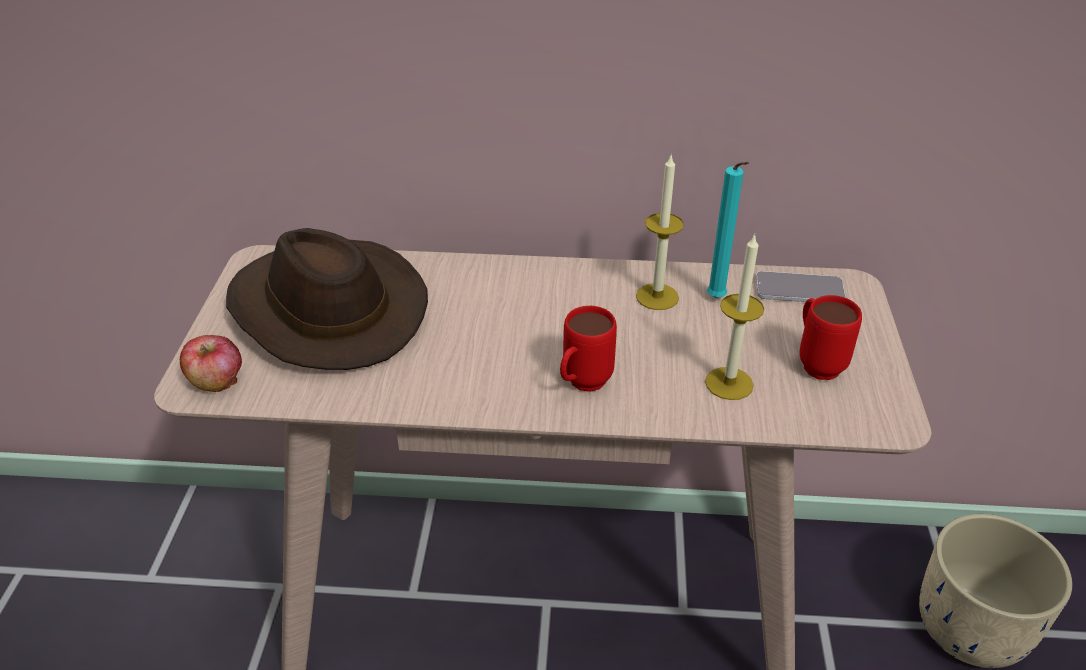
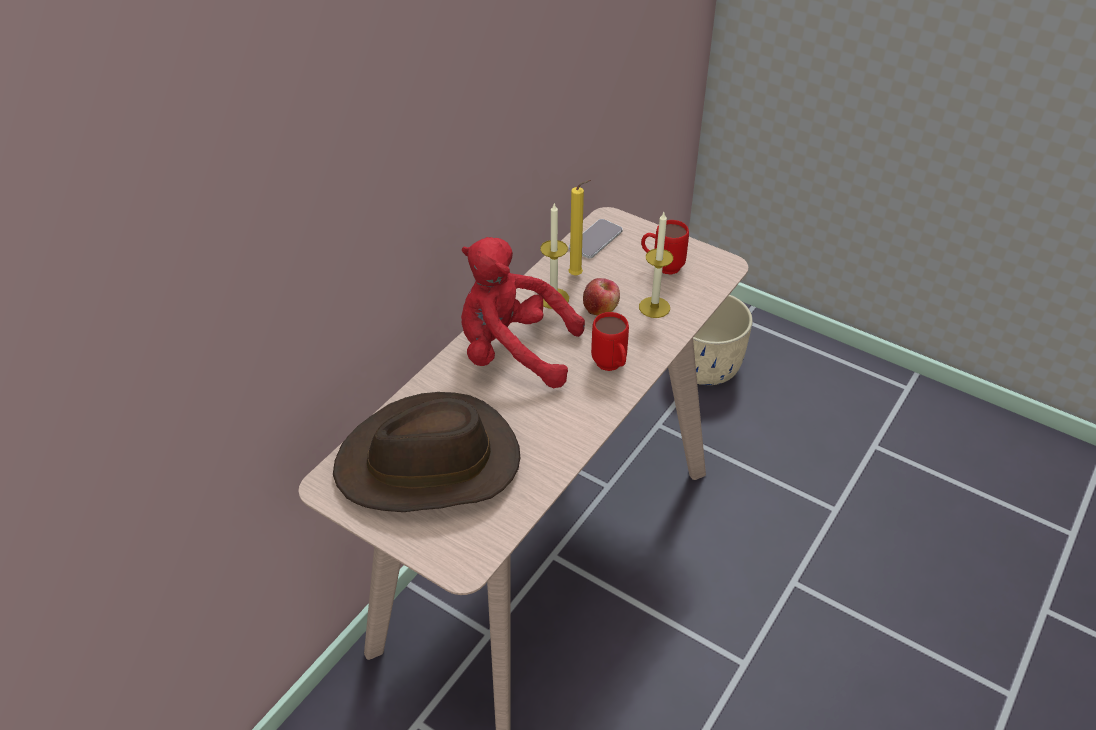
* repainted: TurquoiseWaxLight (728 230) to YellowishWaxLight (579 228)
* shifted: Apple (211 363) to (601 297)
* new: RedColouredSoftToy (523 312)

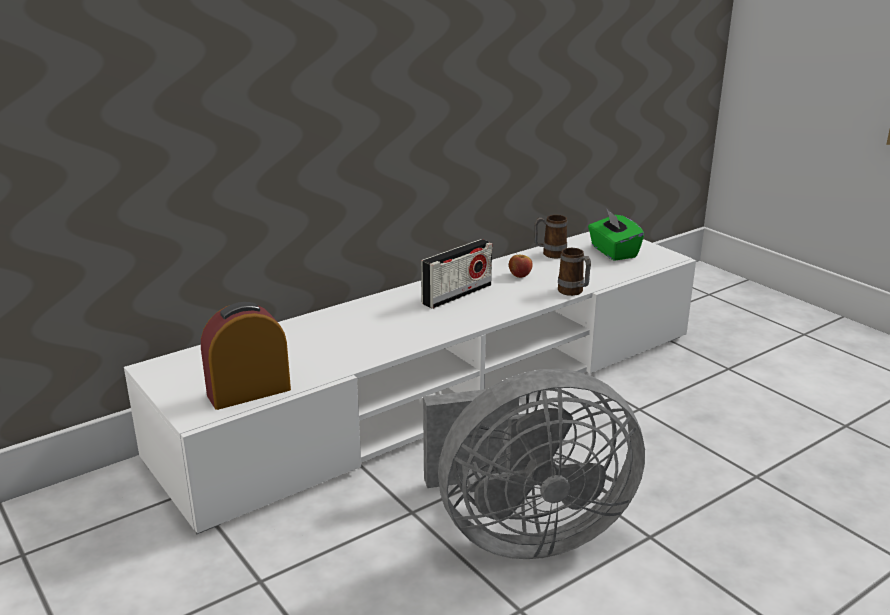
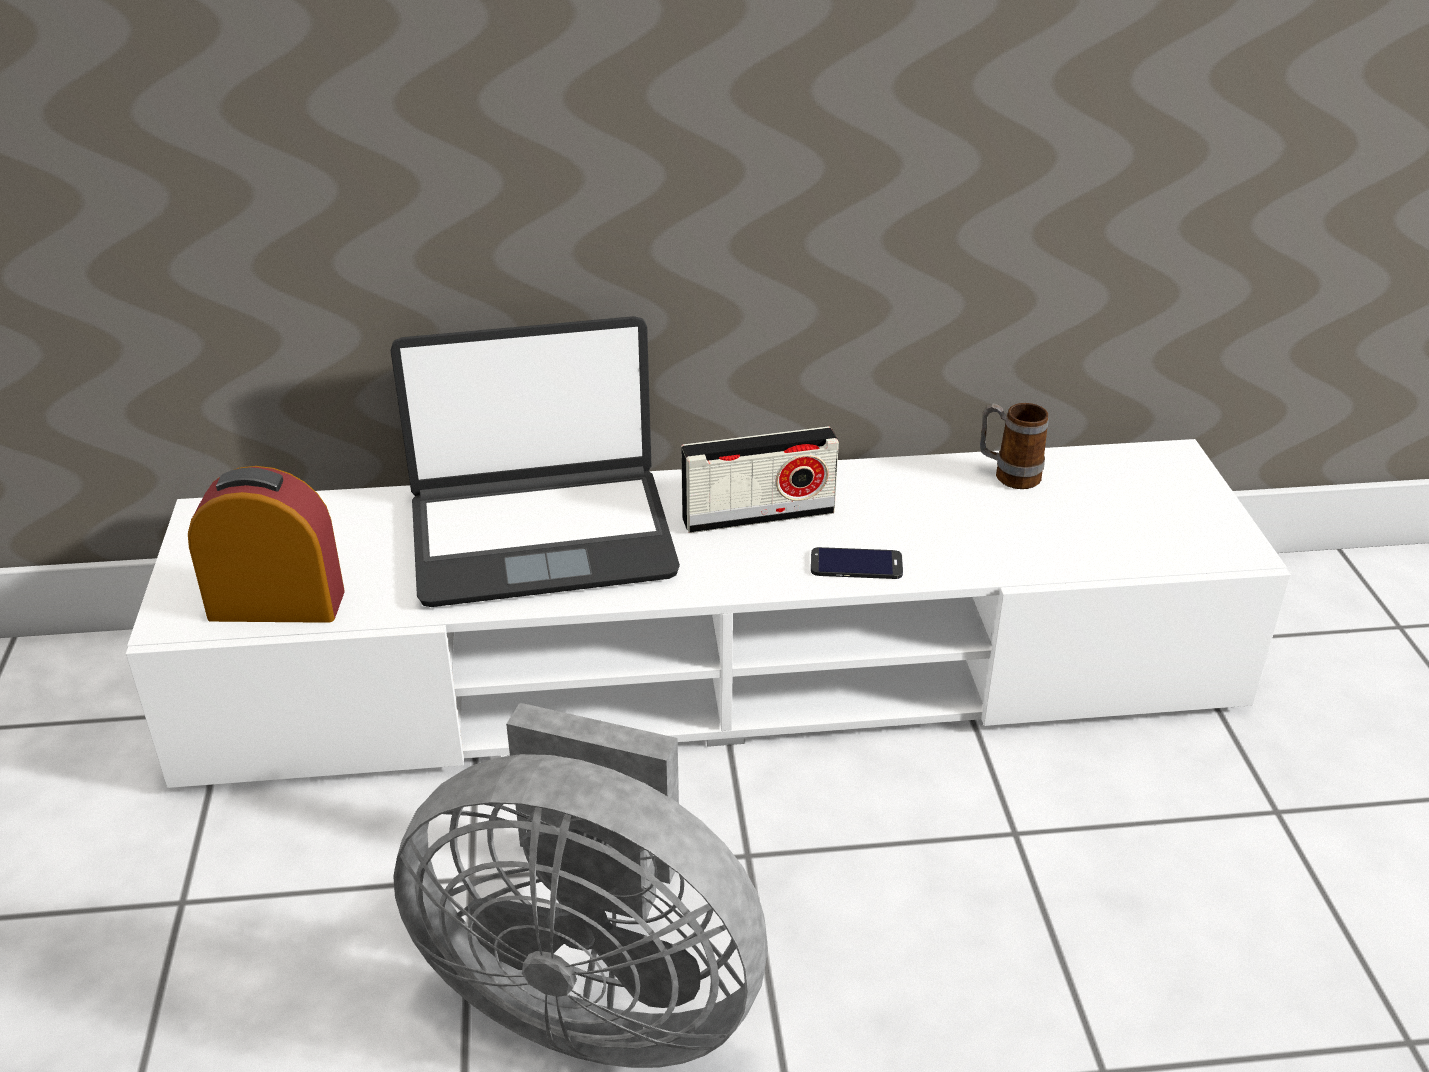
* gone: GreenColouredTissueHolder (616 235)
* gone: Mug (574 272)
* gone: Apple (521 266)
* new: PortableComputer (535 461)
* new: Phone (857 563)

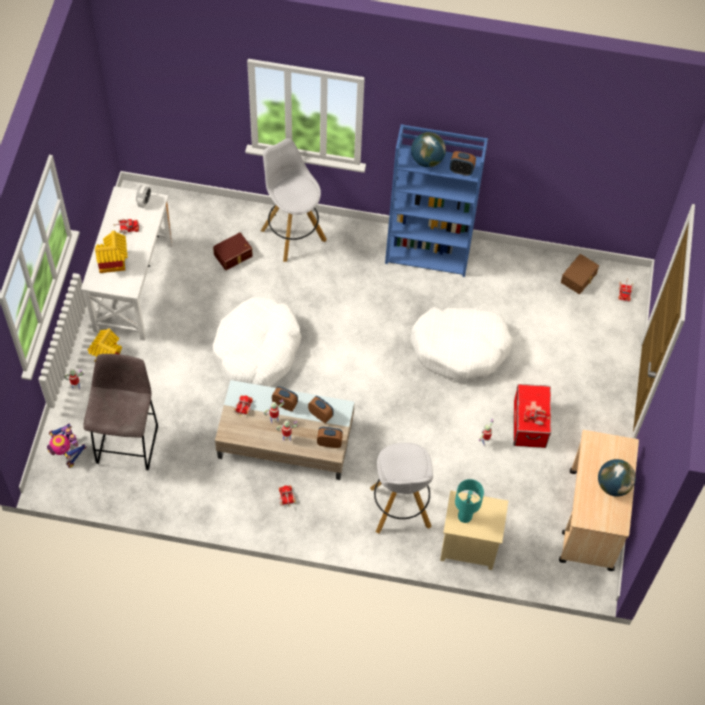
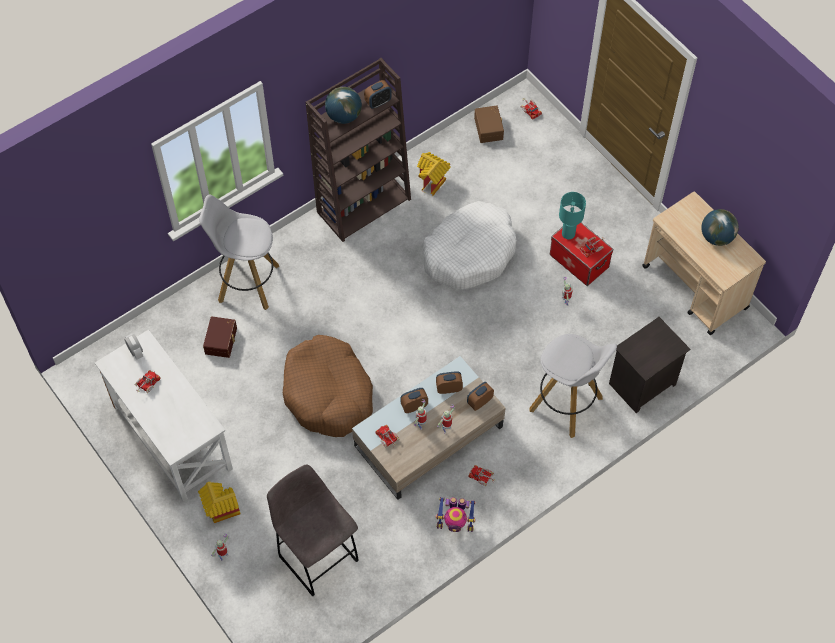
* repainted: BlueShelvingUnit (436 200) to BrownShelvingUnit (358 150)
* shifted: MiniatureHouse (111 252) to (434 174)
* repainted: WhitishDogBed (257 342) to BrownDogBed (328 386)
* shifted: ModelRobot (67 446) to (456 514)
* shifted: TurquoiseTabletopLamp (469 501) to (572 215)
* repainted: BeigeNightTable (474 530) to BlackishNightTable (649 365)

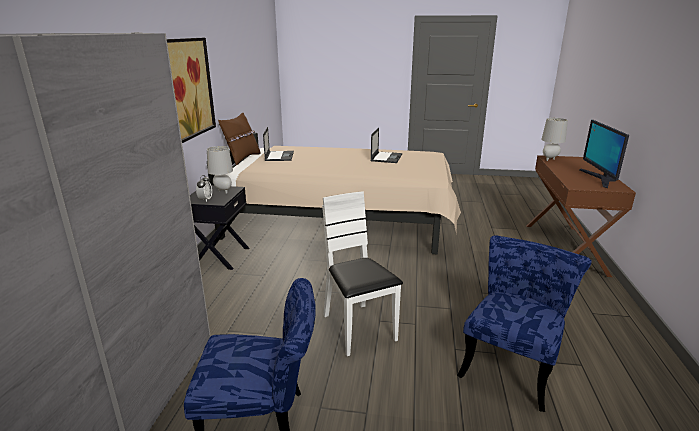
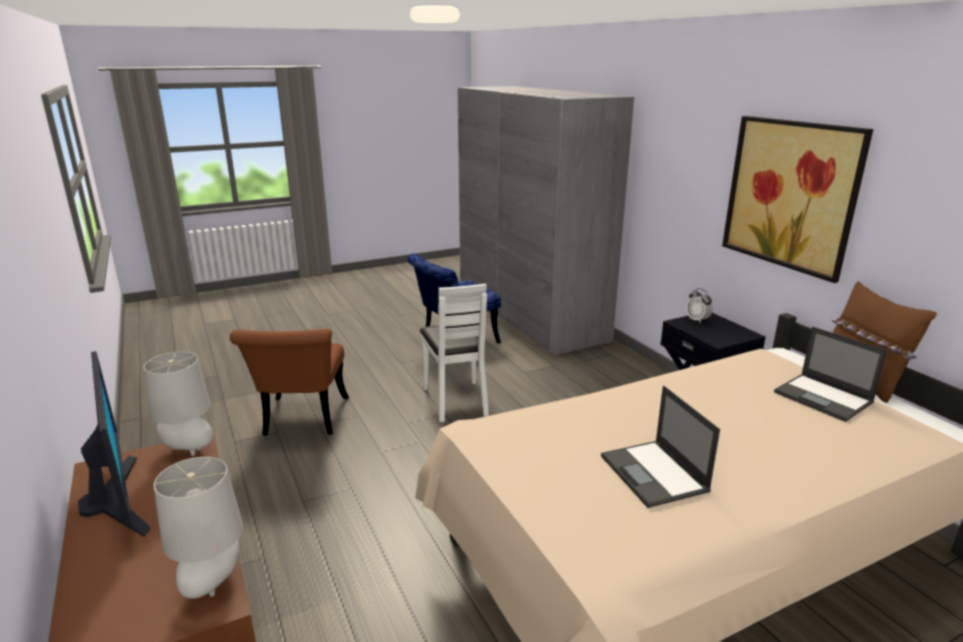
* shifted: GrayTabletopLamp (220 170) to (178 404)
* rotated: WhitishUprightChair (362 273) = (454 353) 45 degrees clockwise
* repainted: BlueUprightChair (524 323) to BrownUprightChair (289 382)

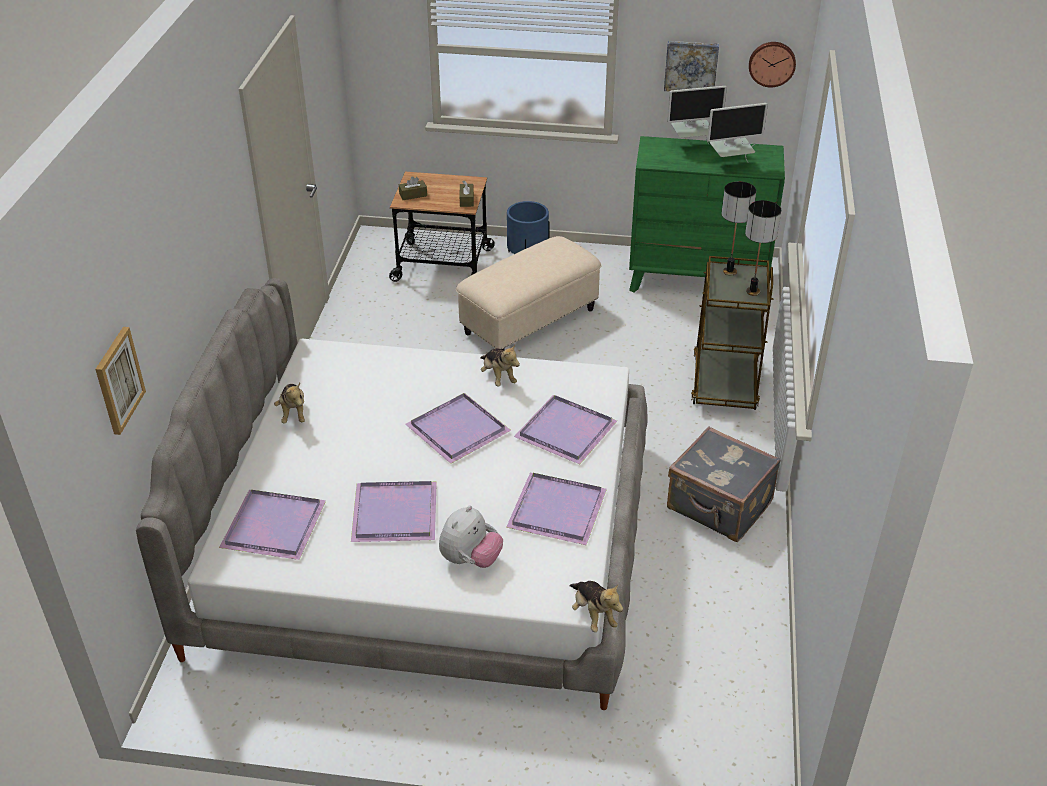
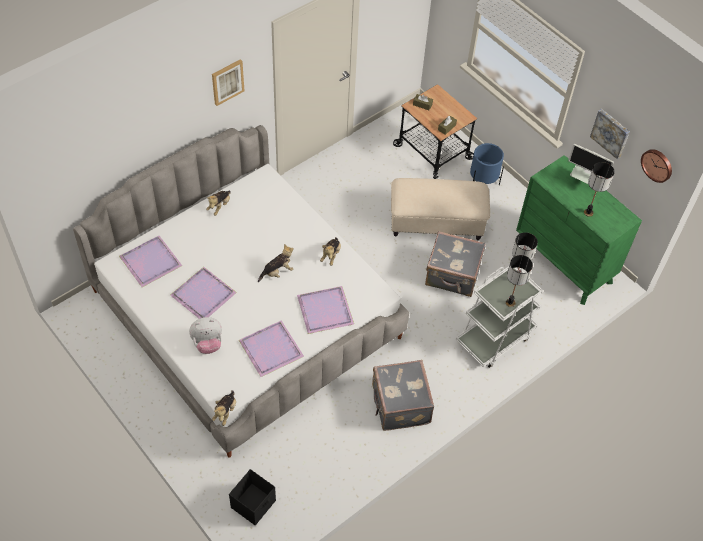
* swapped: ComputerScreen (737 133) to TabletopLamp (599 189)
* repainted: BrownTrolley (732 333) to WhitishTrolley (499 317)
* shifted: WallPicture (120 381) to (228 82)
* swapped: PurpleCarryingTray (458 428) to SoftToy (276 263)
* new: GrayPieceOfLuggage (455 264)
* new: BlackishStorageBin (252 497)

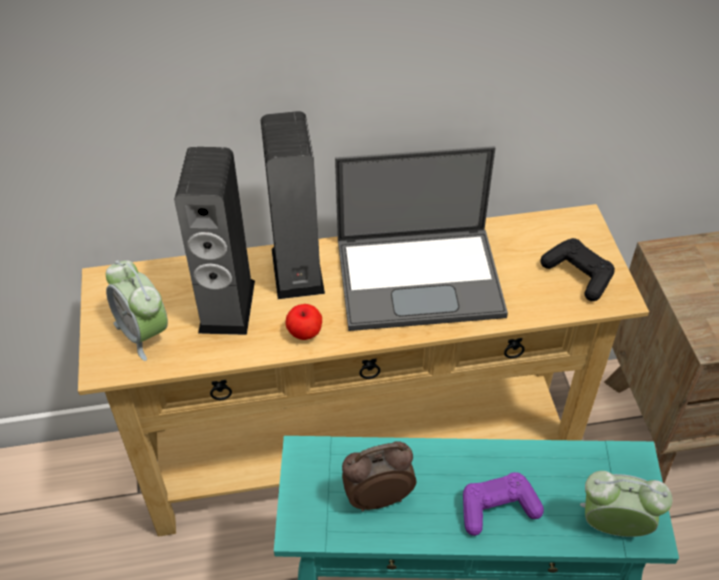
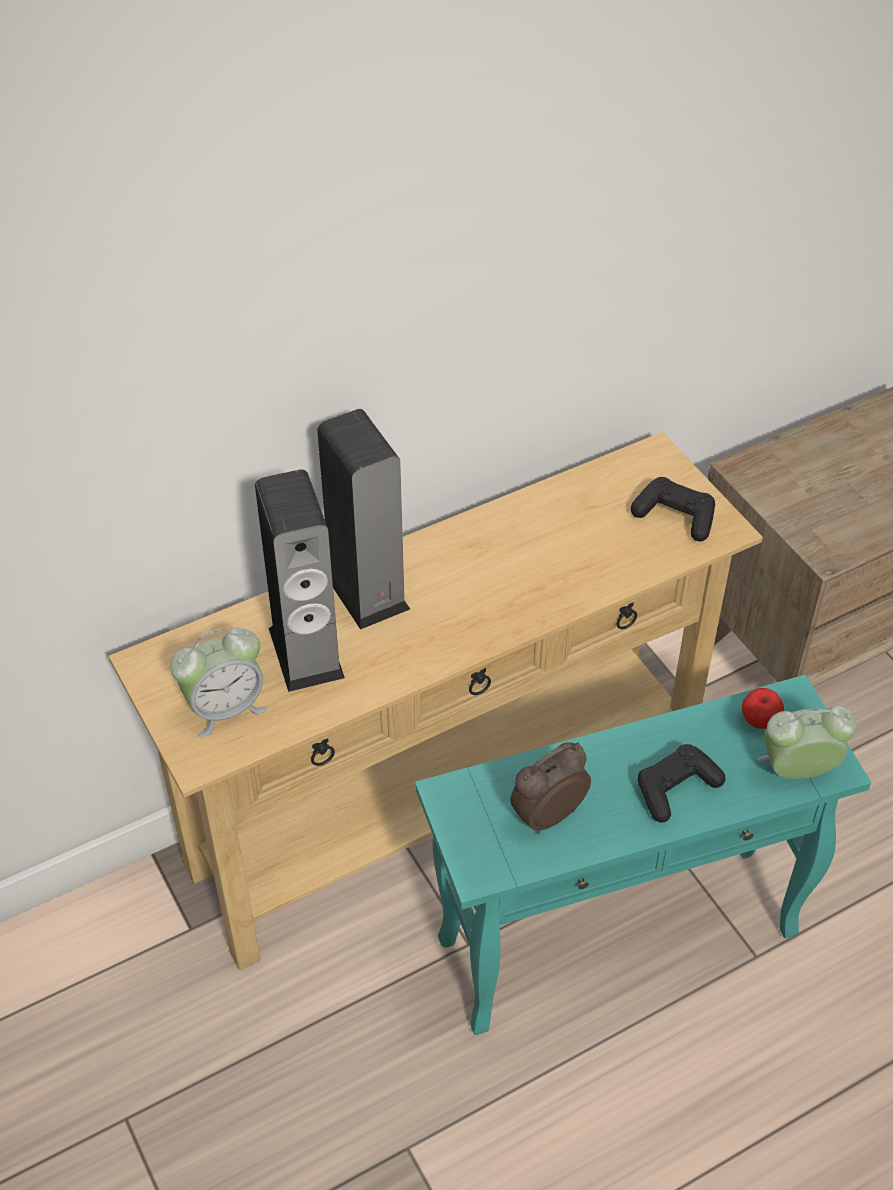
* gone: PortableComputer (421 238)
* rotated: BedsideClock (137 310) = (219 683) 60 degrees counterclockwise
* shifted: Apple (303 322) to (763 708)
* repainted: PurpleJoypad (503 504) to BlackishJoypad (681 783)

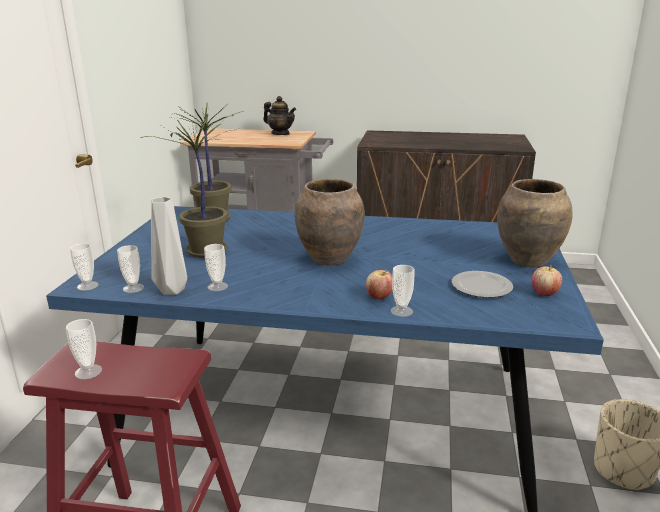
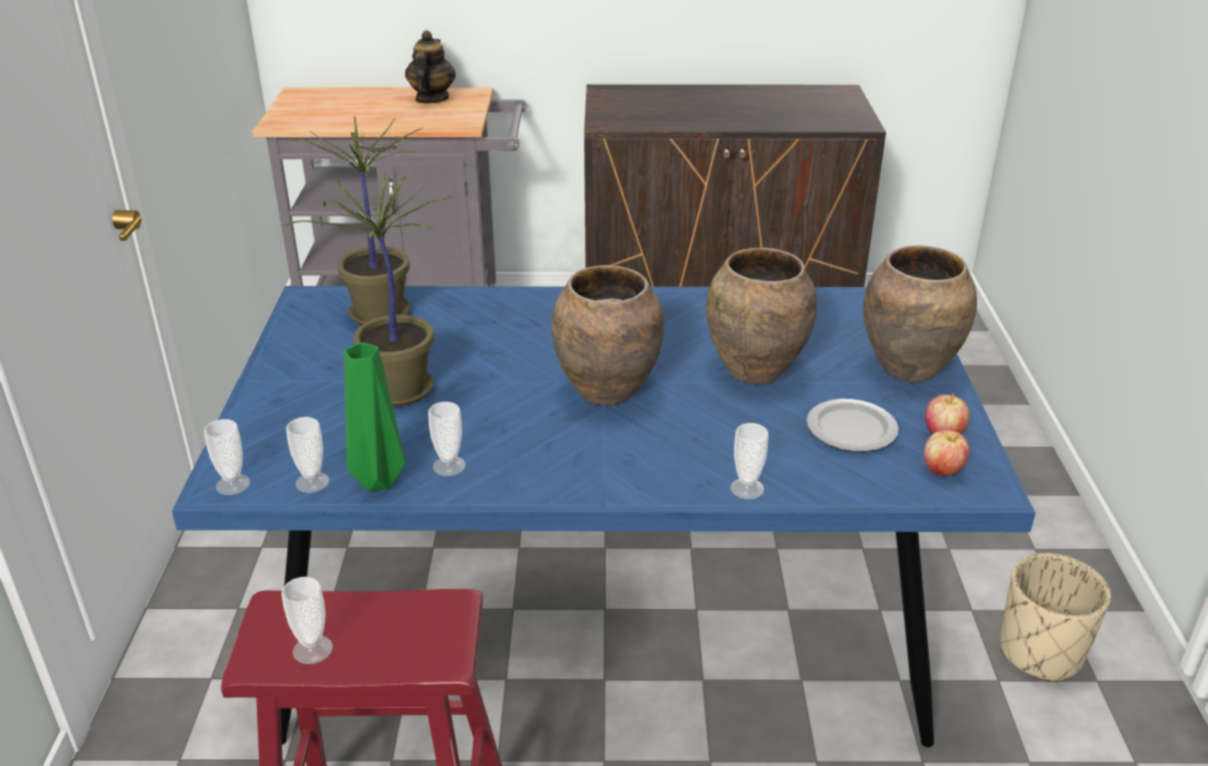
* rotated: Teapot (279 115) = (430 67) 105 degrees counterclockwise
* repainted: GrayVase (169 246) to GreenColouredVase (374 416)
* shifted: Apple (379 284) to (947 453)
* new: BrownVase (761 316)

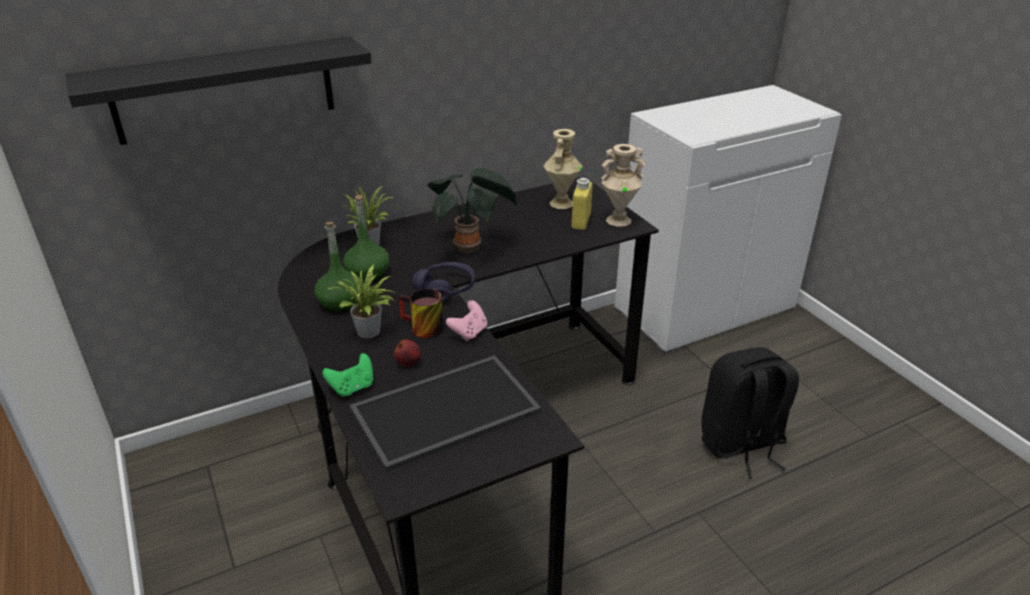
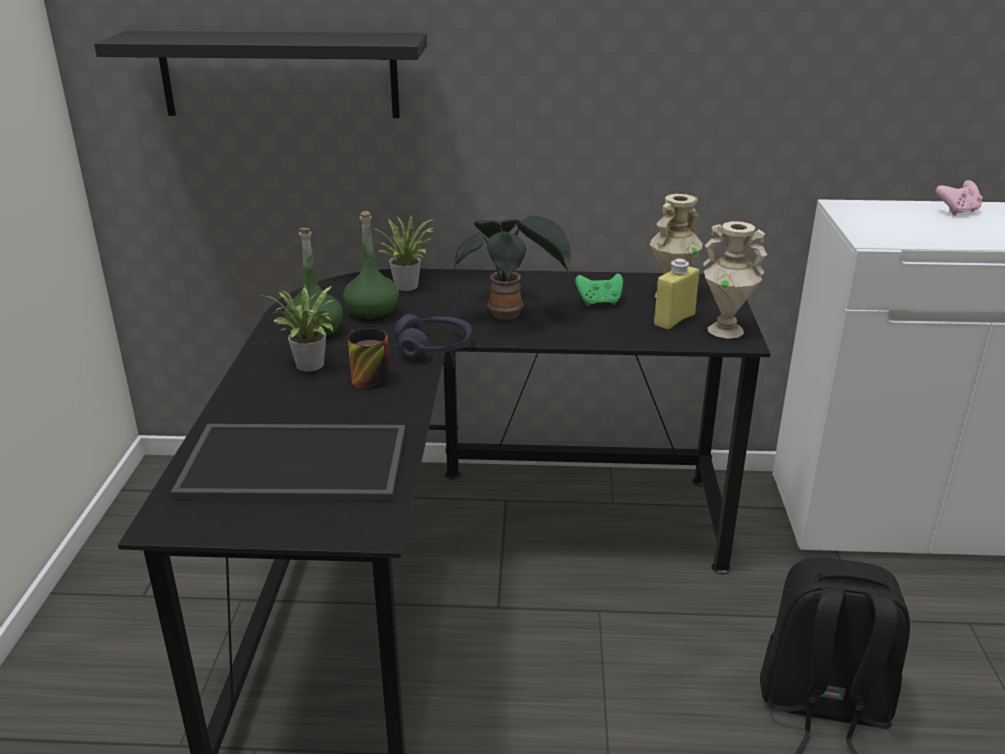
* shifted: PinkColouredJoypad (466 320) to (959 198)
* gone: Apple (407 352)
* shifted: GreenColouredJoypad (347 375) to (599 289)

